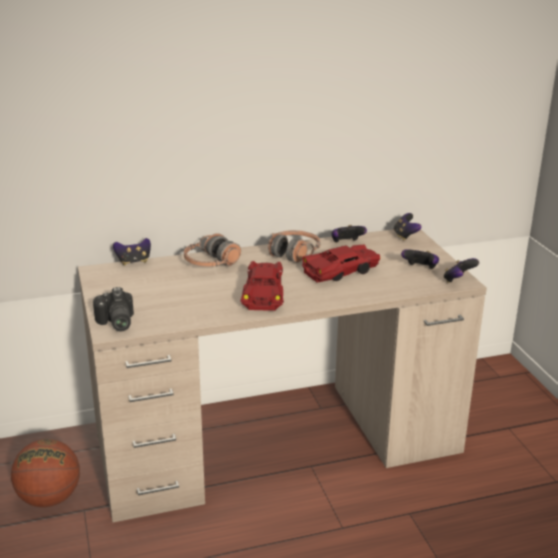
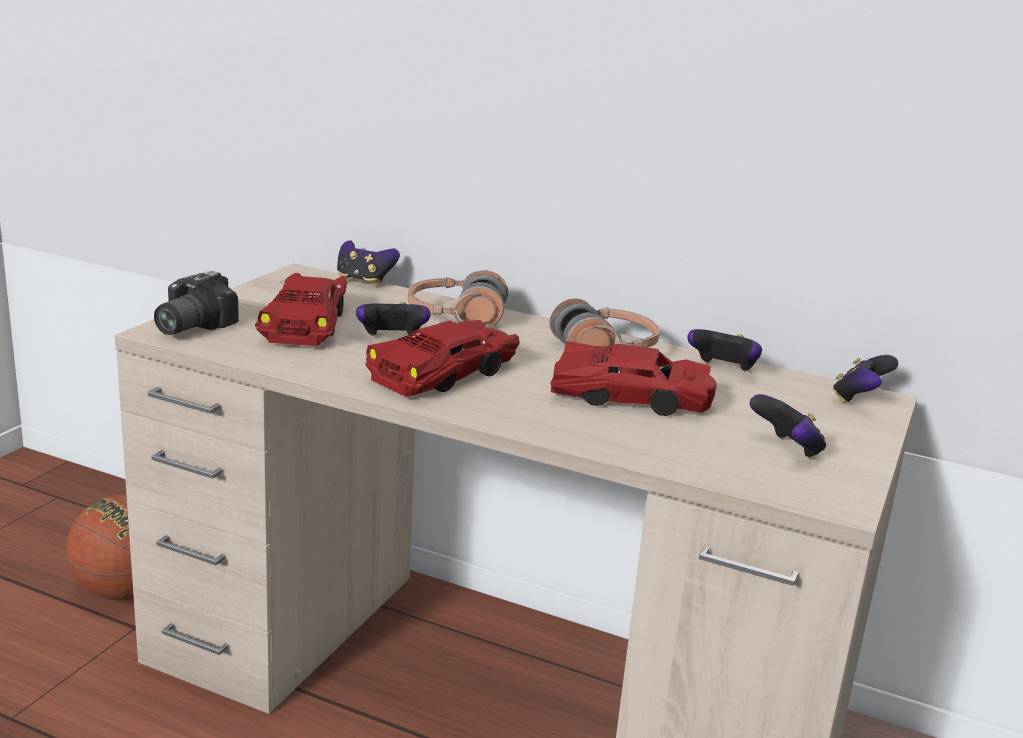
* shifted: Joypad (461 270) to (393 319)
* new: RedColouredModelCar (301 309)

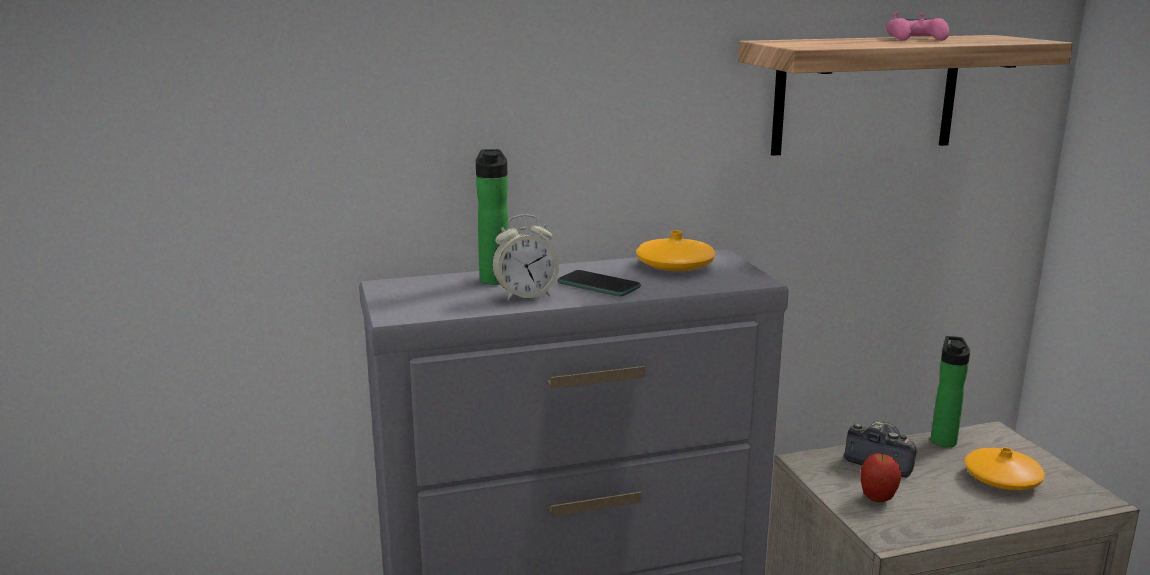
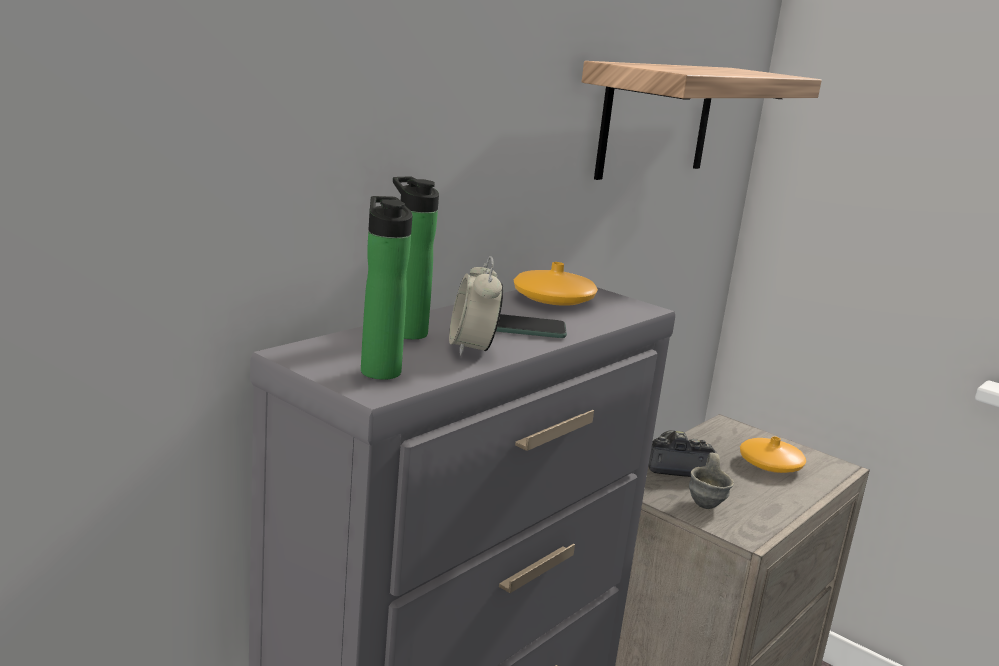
* gone: PinkColouredJoypad (918 26)
* rotated: BedsideClock (525 257) = (476 306) 135 degrees clockwise
* shifted: Bottle (950 391) to (387 288)
* swapped: Apple (881 477) to GrayMug (711 481)

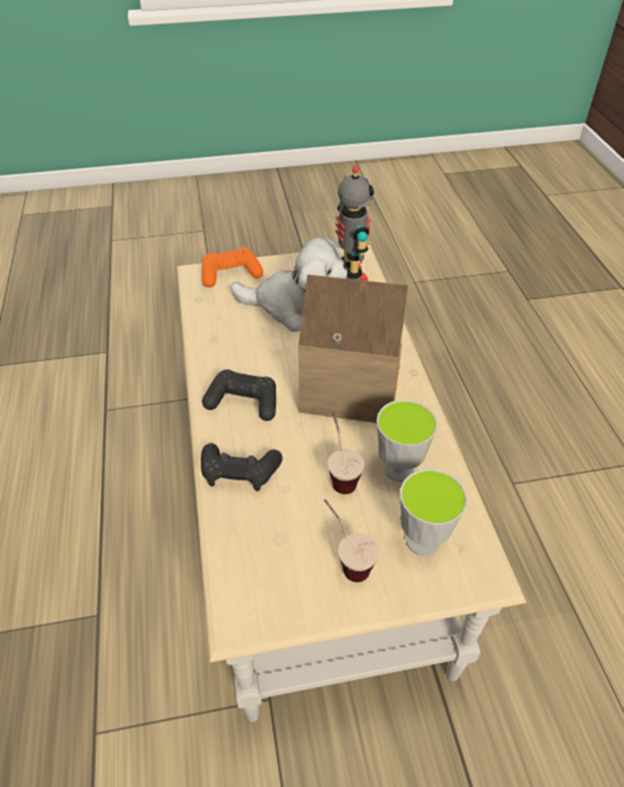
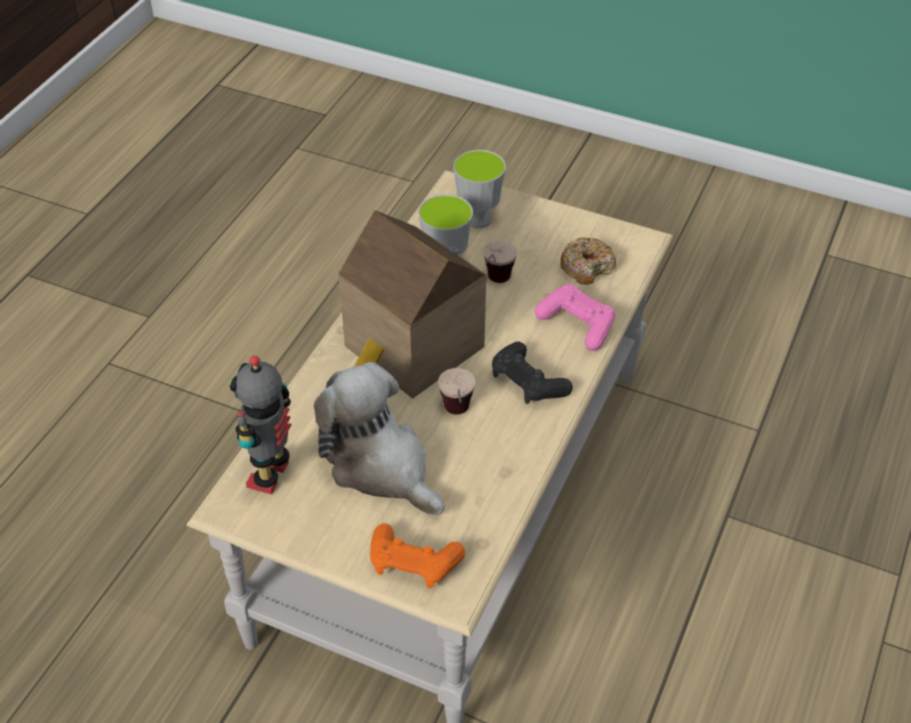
* repainted: BlackishJoypad (242 467) to PinkColouredJoypad (575 317)
* shifted: SmallCup (351 540) to (456 391)
* new: Doughnut (588 261)

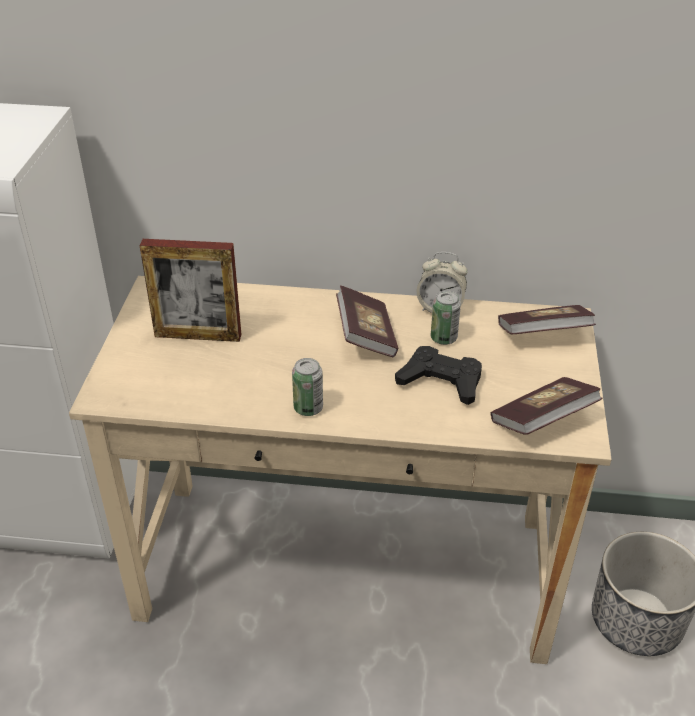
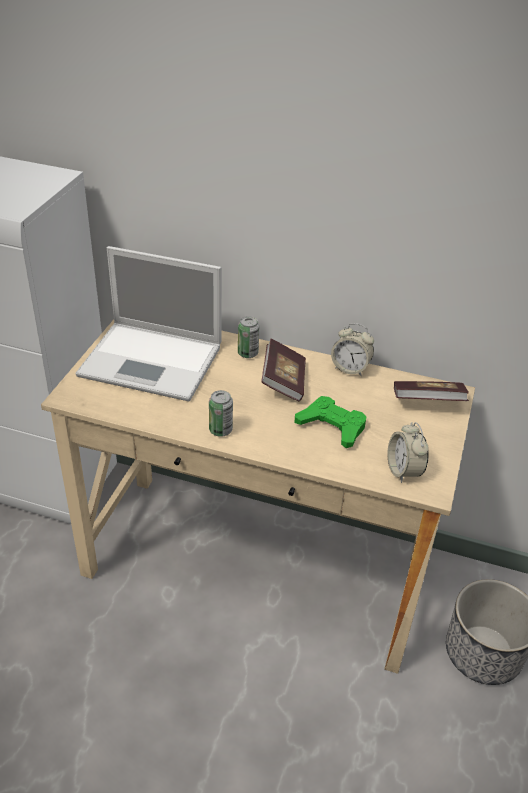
* swapped: PictureFrame (191 290) to PortableComputer (148 324)
* shifted: MetalCan (445 317) to (249 337)
* repainted: BlackishJoypad (438 375) to GreenColouredJoypad (330 422)
* swapped: Volume (546 406) to BedsideClock (408 452)

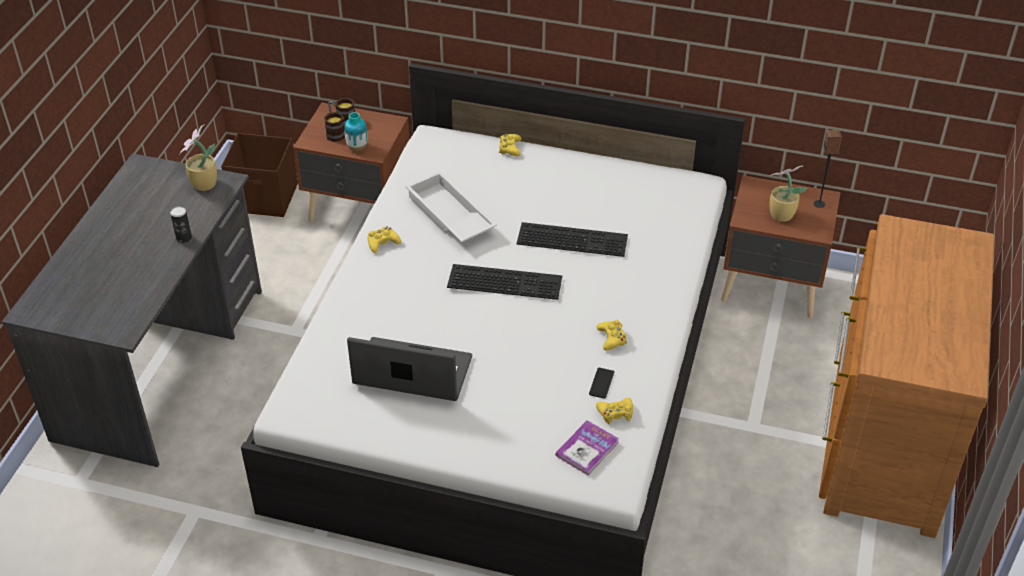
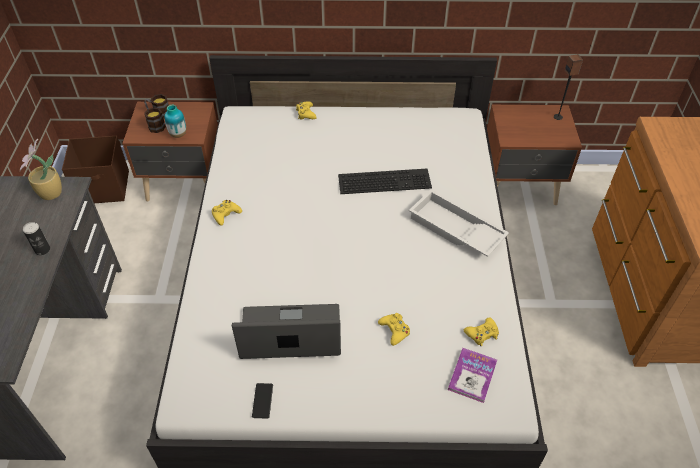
* gone: Houseplant (788 193)
* shifted: WhitishCarryingTray (451 206) to (459 223)
* gone: PcKeyboard (504 282)
* shifted: YellowishJoypad (611 335) to (394 329)
* shifted: Phone (601 383) to (262 401)

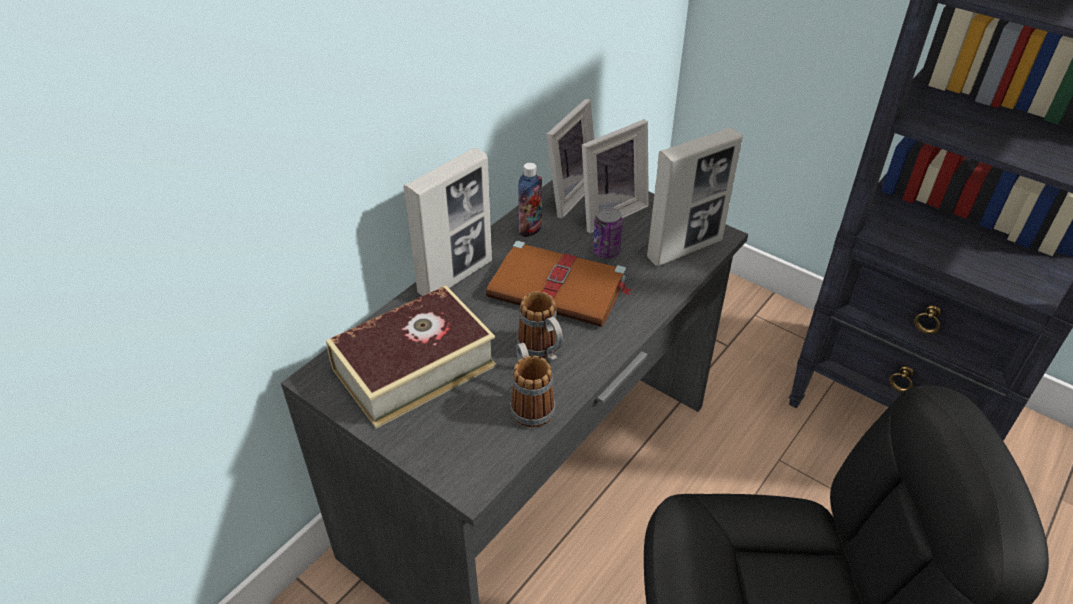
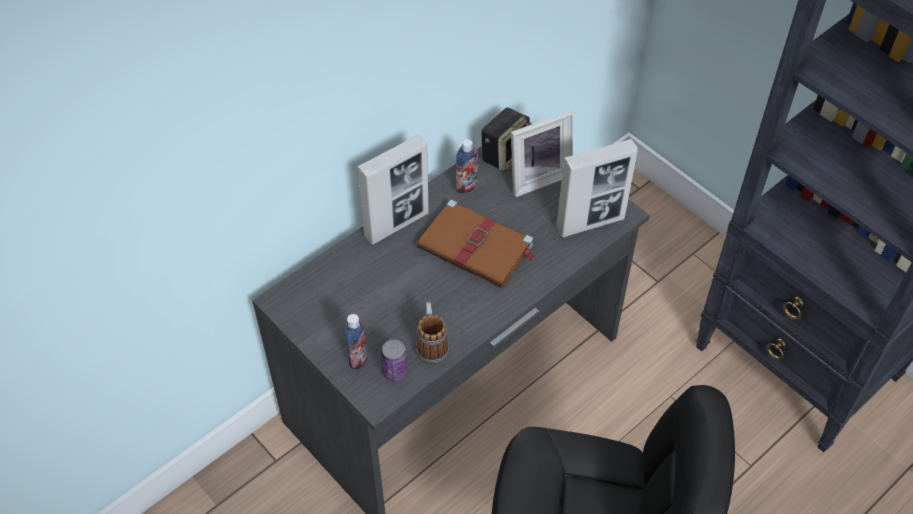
* swapped: PictureFrame (570 159) to AudioSpeaker (505 139)
* shifted: MetalCan (608 232) to (394 361)
* gone: Volume (411 357)
* gone: Mug (540 326)
* new: Bottle (356 342)

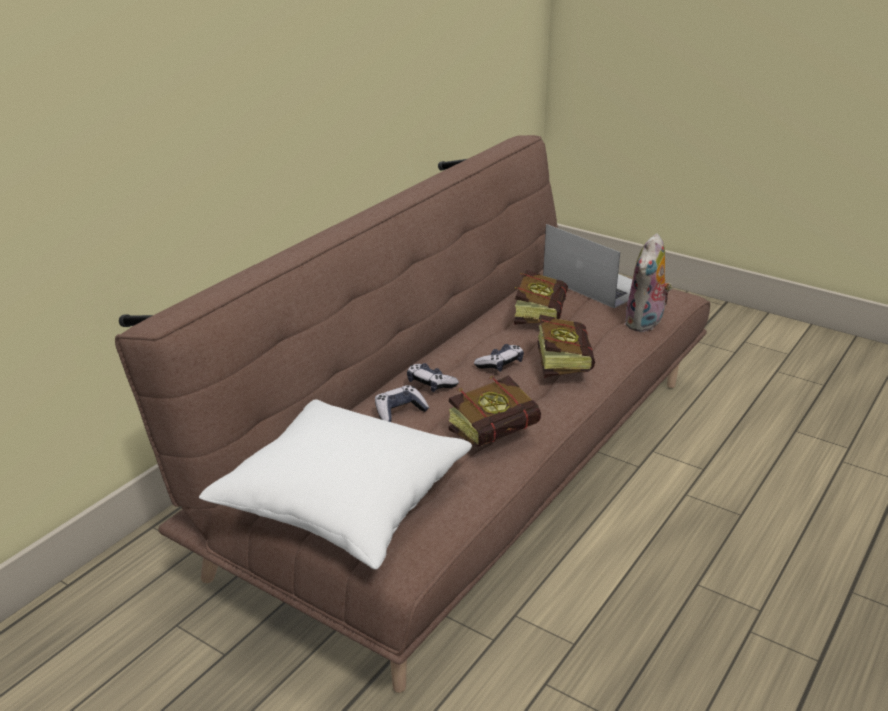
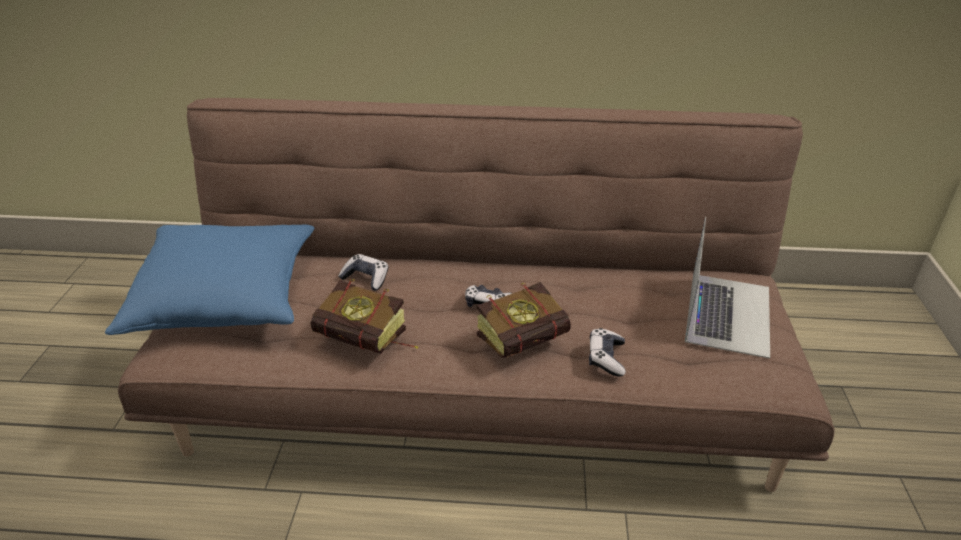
* gone: SoftToy (648 282)
* gone: Volume (541 297)
* shifted: Joypad (433 377) to (607 352)
* repainted: WhitishPillow (335 484) to BluePillow (210 280)

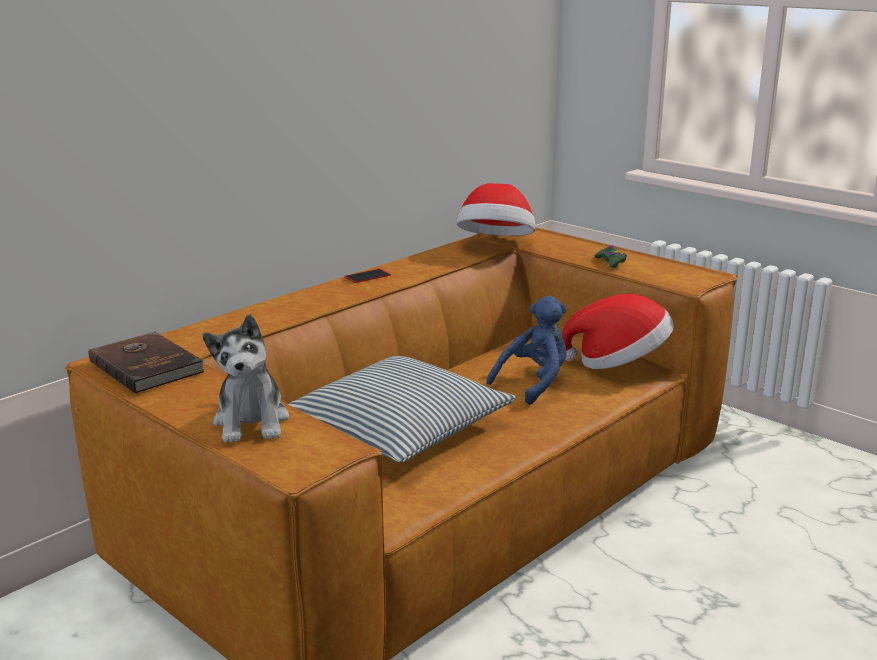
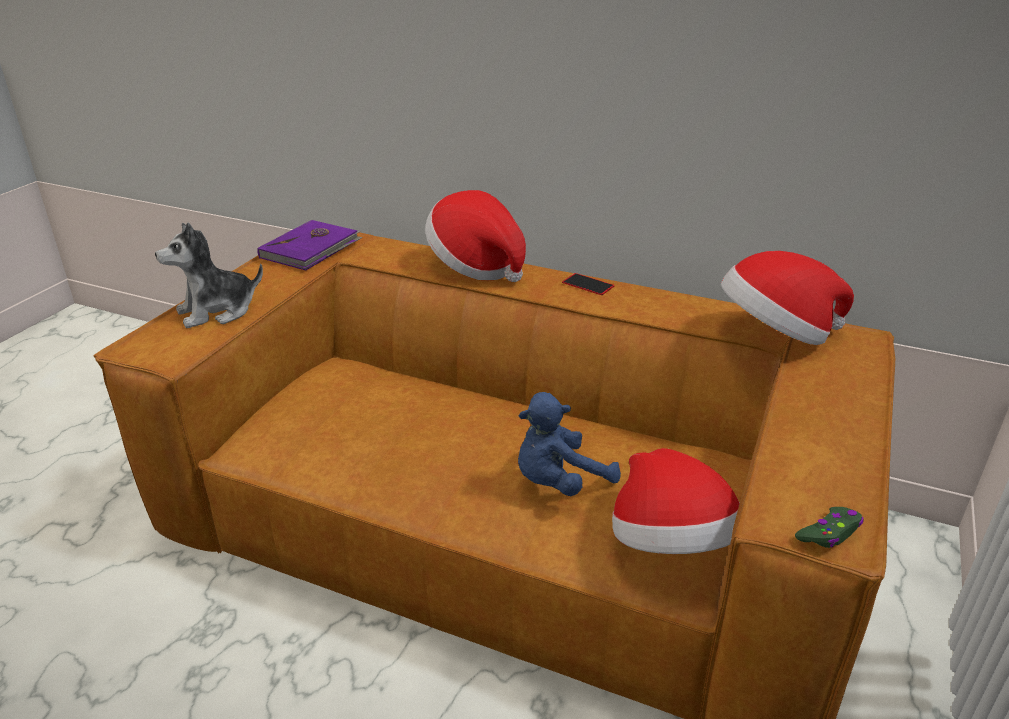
* shifted: GreenColouredJoypad (610 256) to (829 527)
* rotated: BlueSoftToy (527 350) = (569 444) 120 degrees clockwise
* repainted: BrownVolume (146 363) to PurpleVolume (310 245)
* gone: Pillow (402 409)
* new: Hat (475 236)

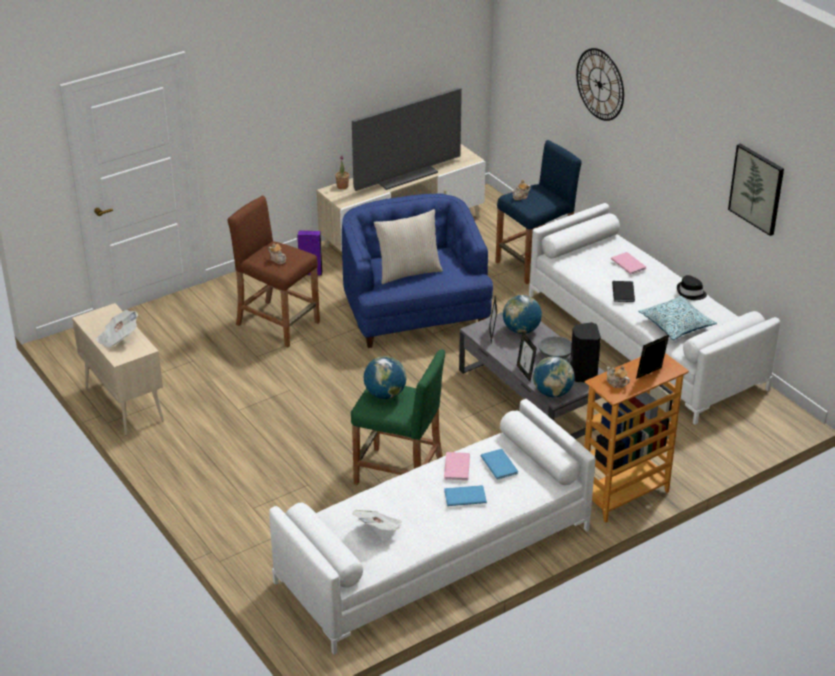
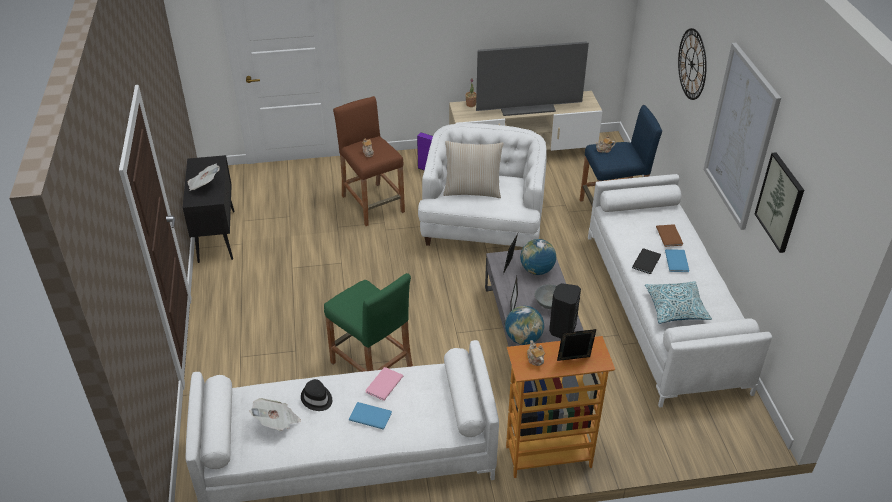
* repainted: BlueLoungeChair (417 270) to WhitishLoungeChair (482 185)
* repainted: PinkColouredVolume (628 263) to BrownVolume (669 235)
* shifted: BlackishHat (692 287) to (316 395)
* repainted: BeigeCabinet (118 369) to BlackishCabinet (209 209)
* gone: WorldGlobe (385 377)
* shifted: BlueVolume (499 464) to (677 260)
* new: WallPicture (742 136)

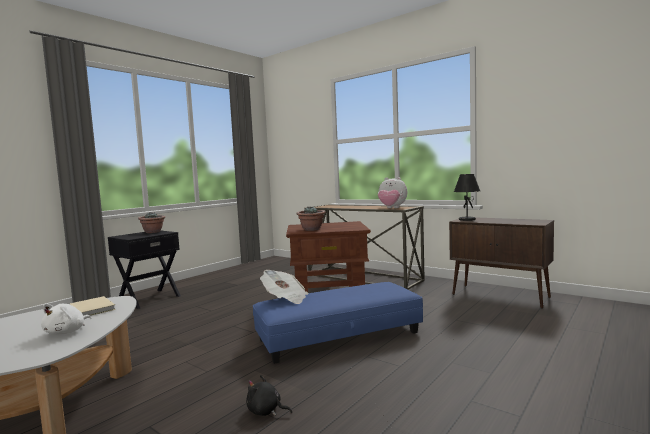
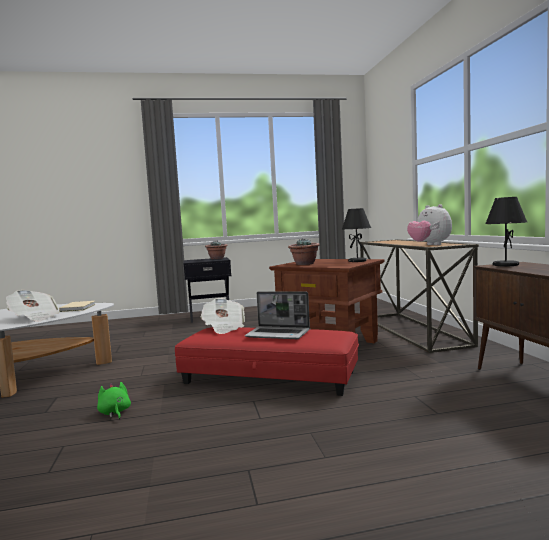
* repainted: BluePouffe (338 323) to RedColouredPouffe (267 361)
* swapped: WhitishSoftToy (66 319) to Newspaper (33 305)
* repainted: BlackishSoftToy (269 395) to GreenColouredSoftToy (114 400)
* new: BlackishTabletopLamp (356 235)
* new: PortableComputer (277 315)

